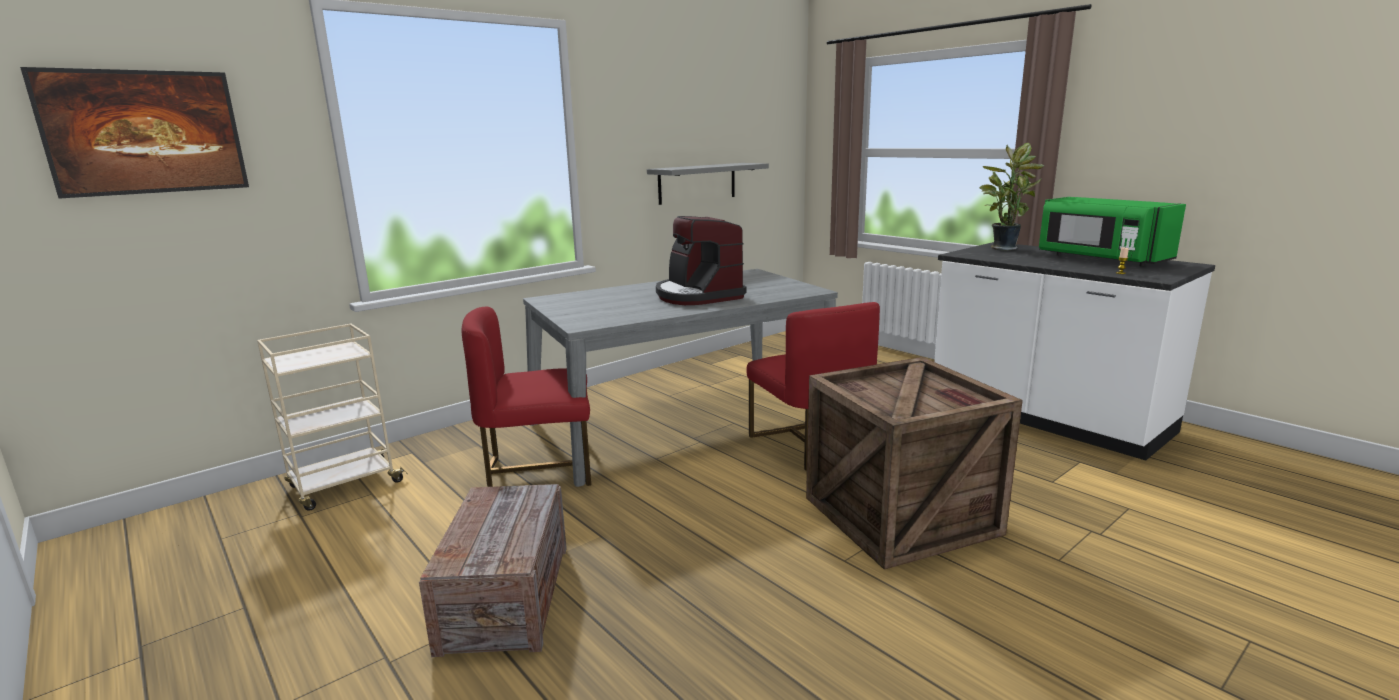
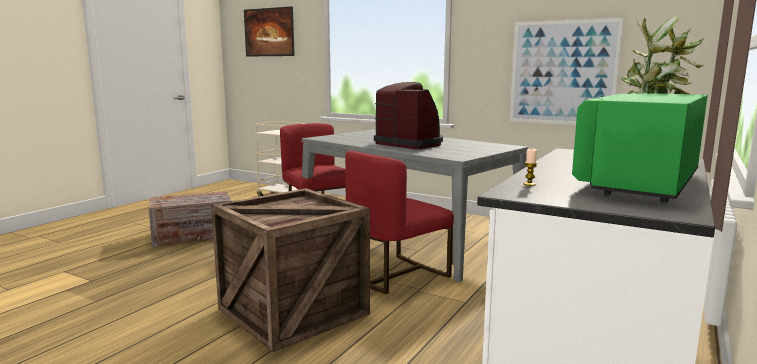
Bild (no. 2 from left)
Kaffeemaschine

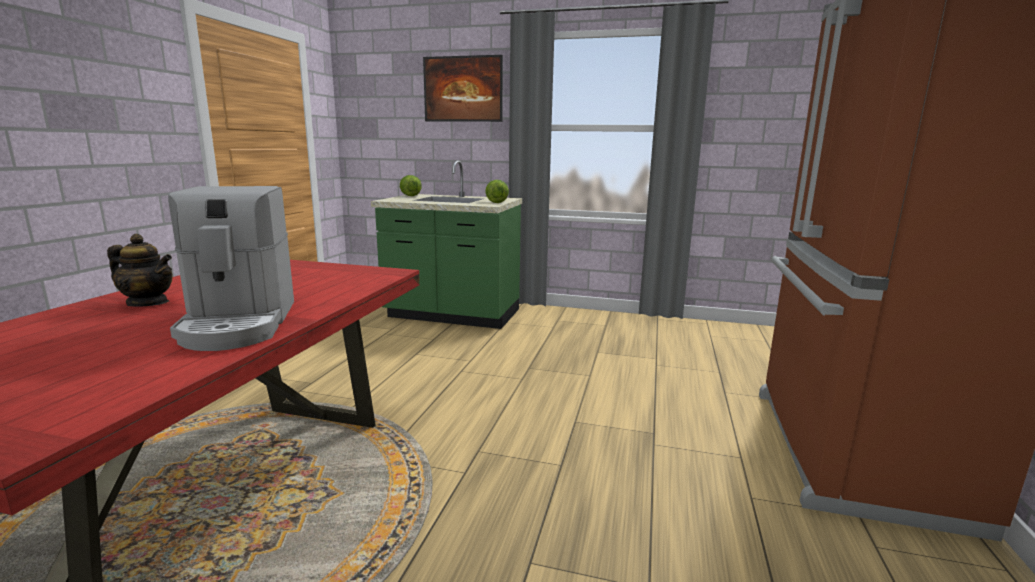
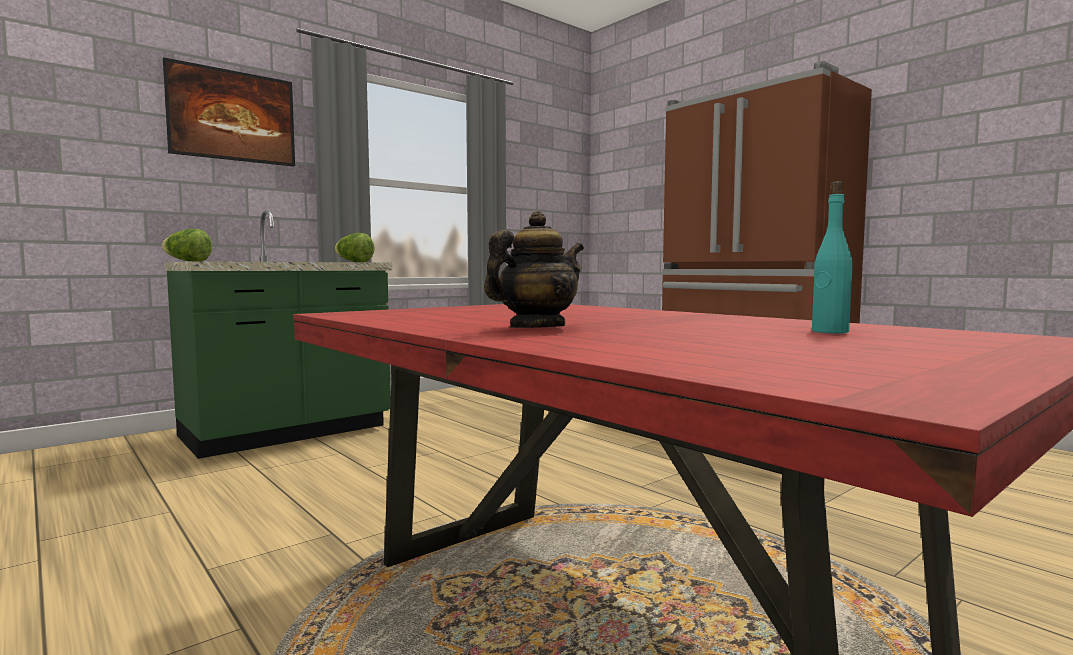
Kaffeemaschine
Flasche [türkis]

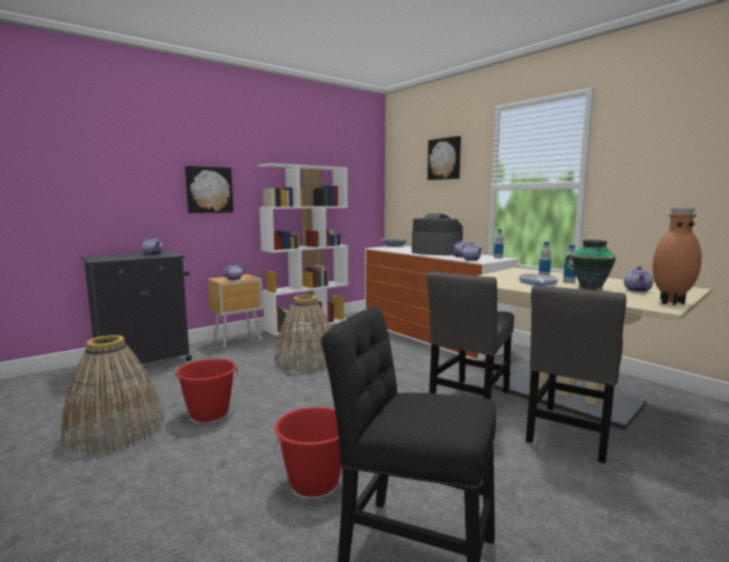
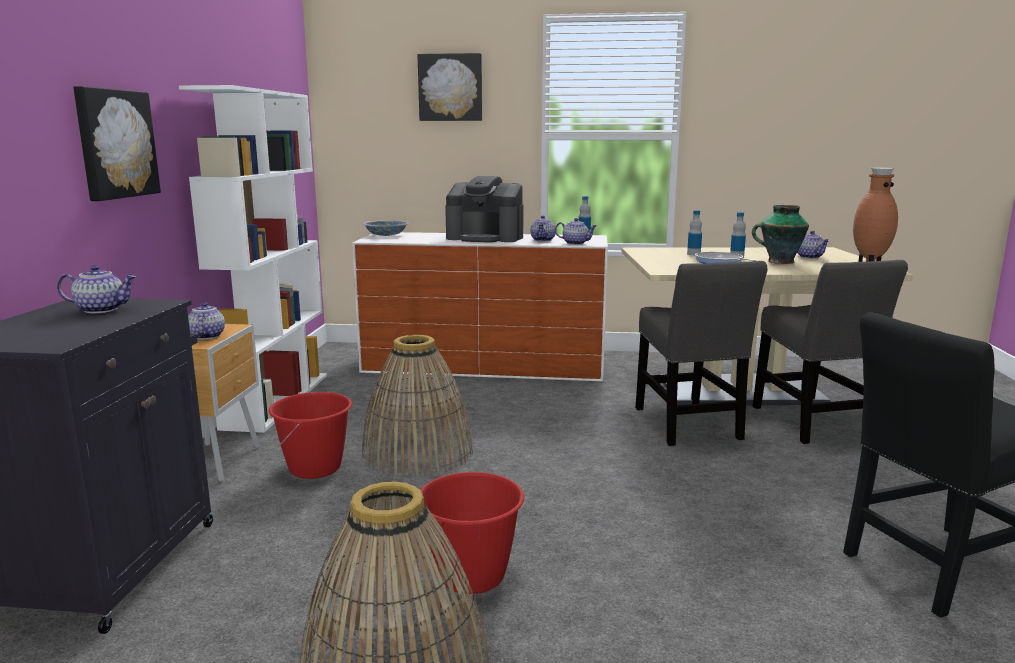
Eimer [rot] (no. 1 from left)
Kaffeemaschine

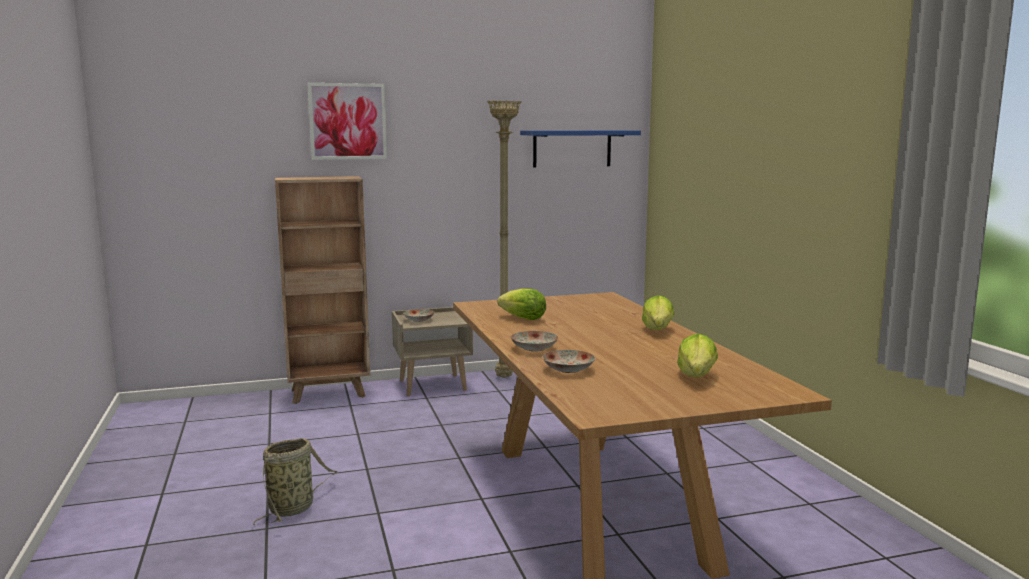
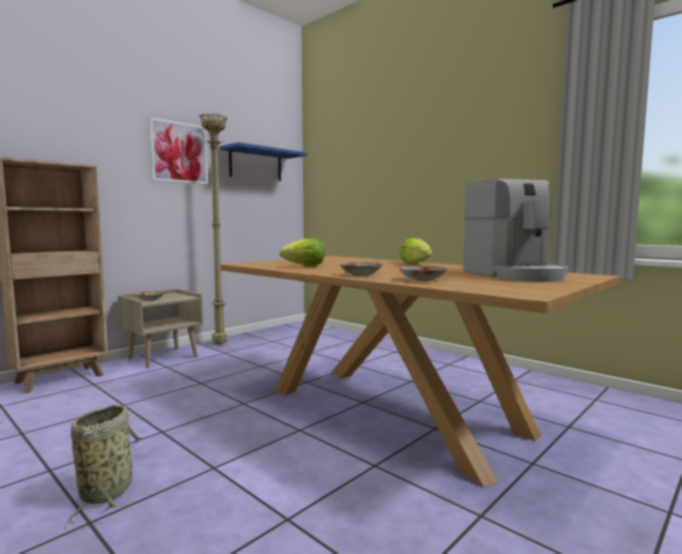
Bild
Kaffeemaschine

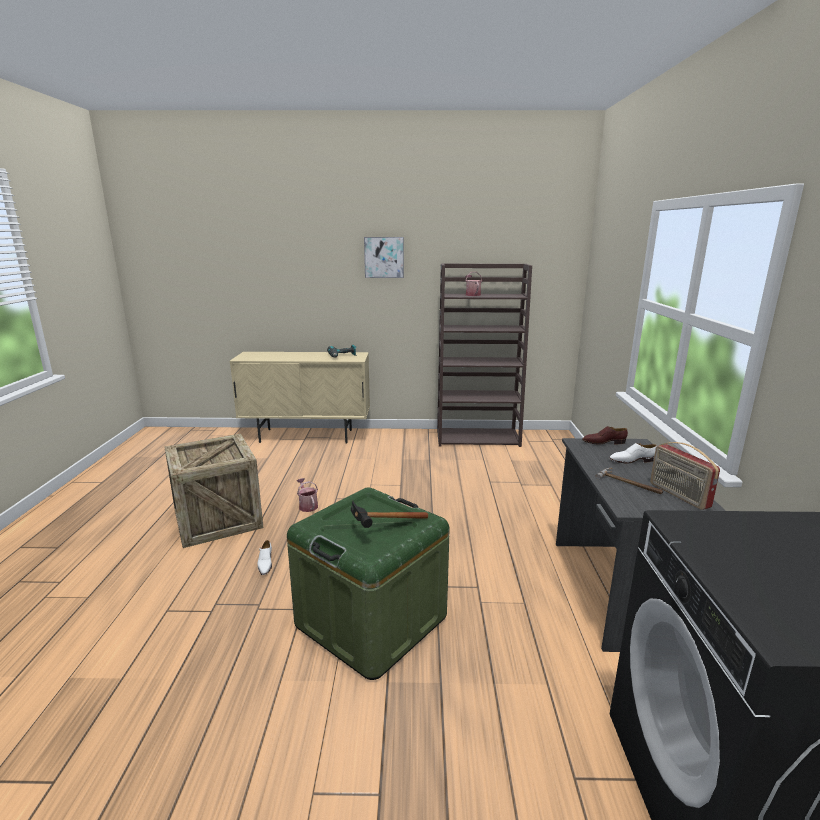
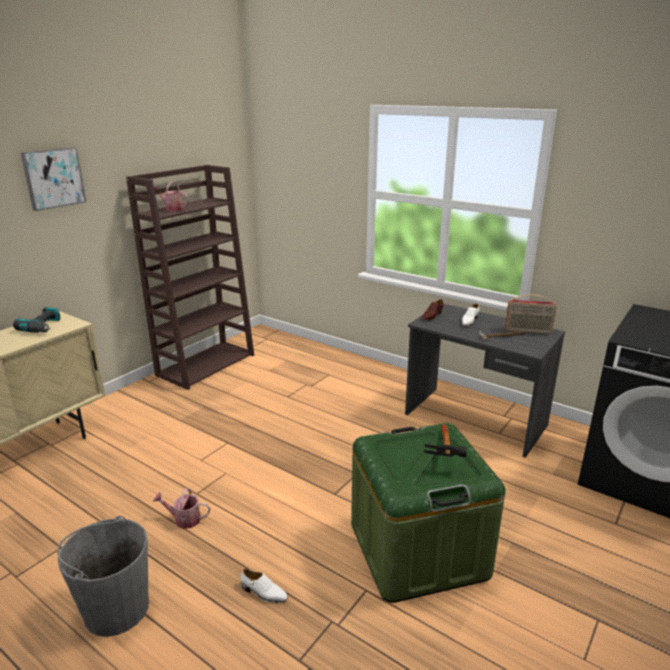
Eimer [grau]

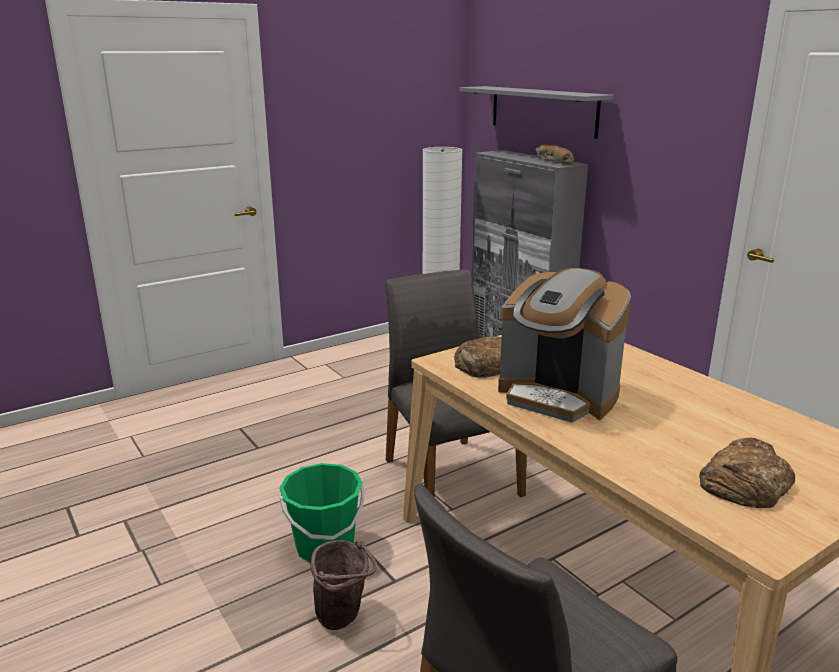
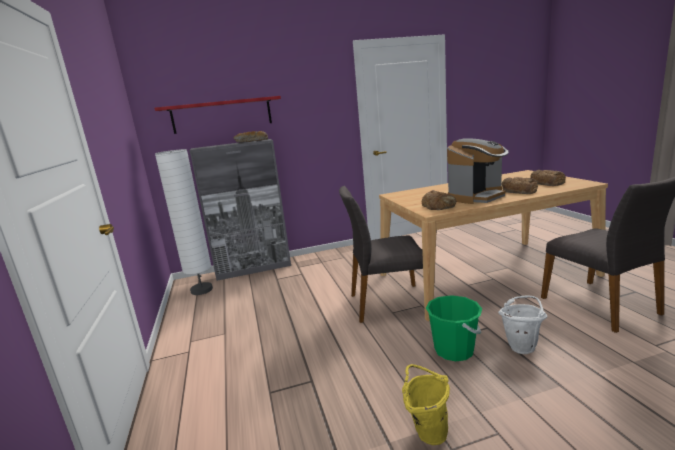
Eimer [weiß]
Wandregal [rot]
Eimer [gelb]
Brot (no. 3 from left)

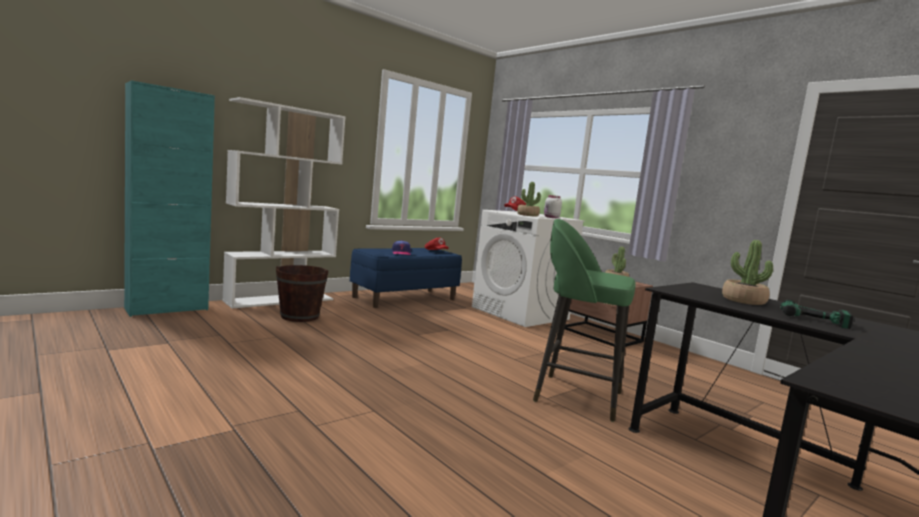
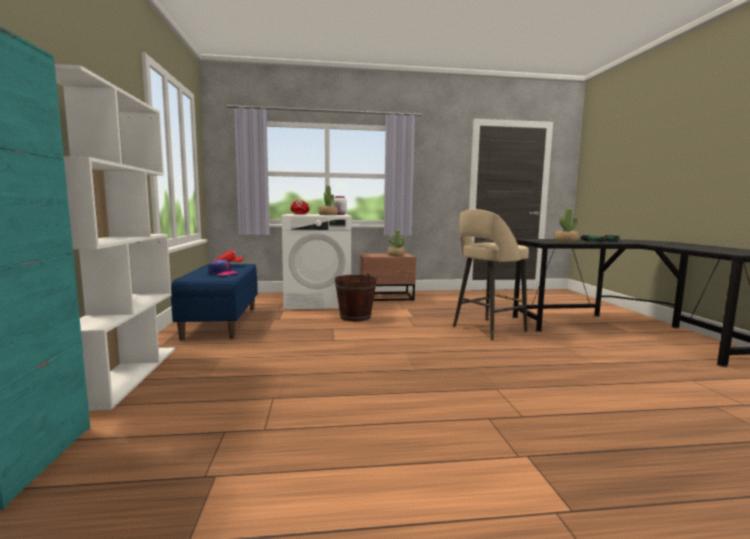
Eimer [braun]
Hocker [beige]

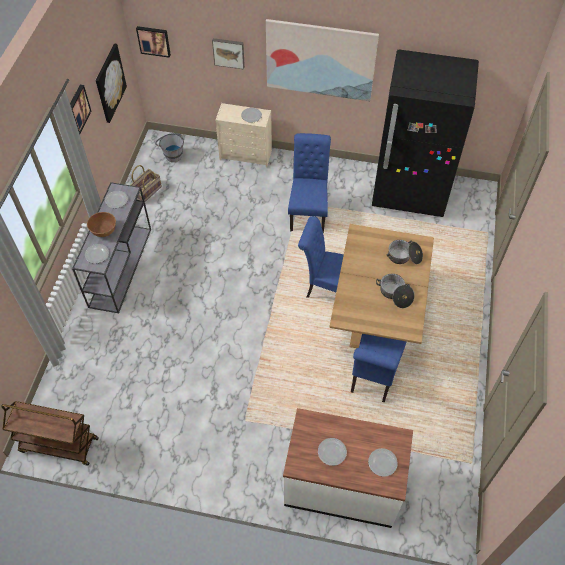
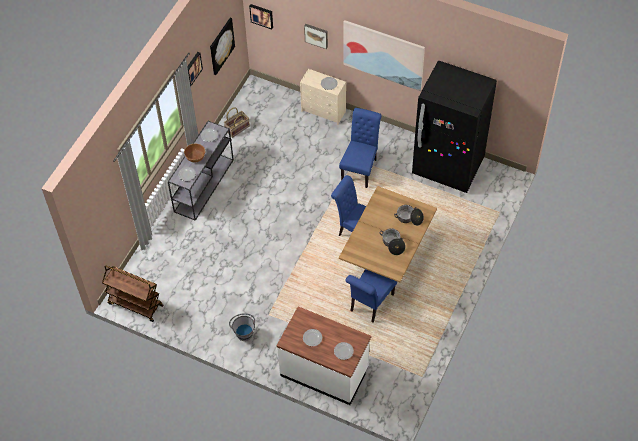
Eimer [grau]

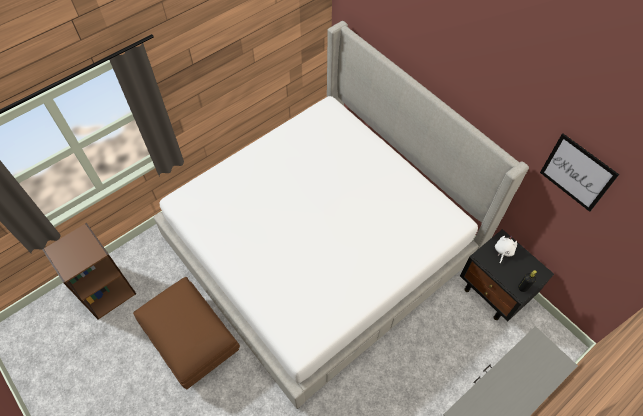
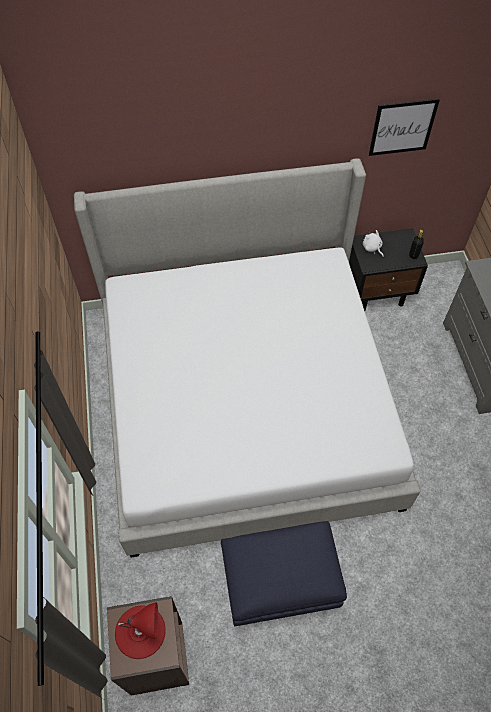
Polsterhocker [blau]
Tischlampe [rot]

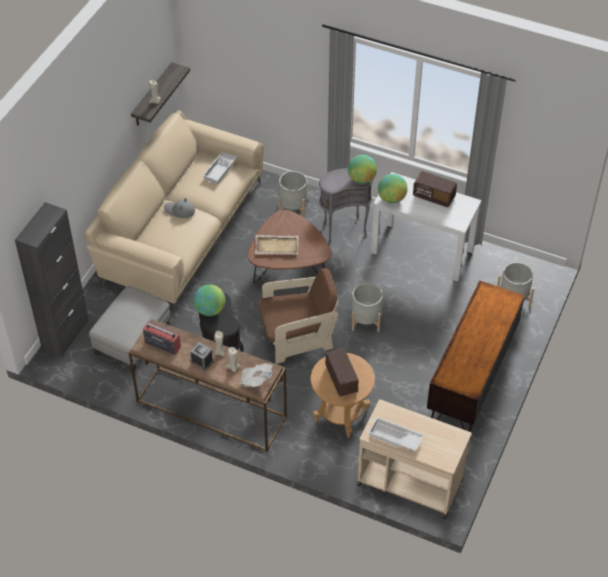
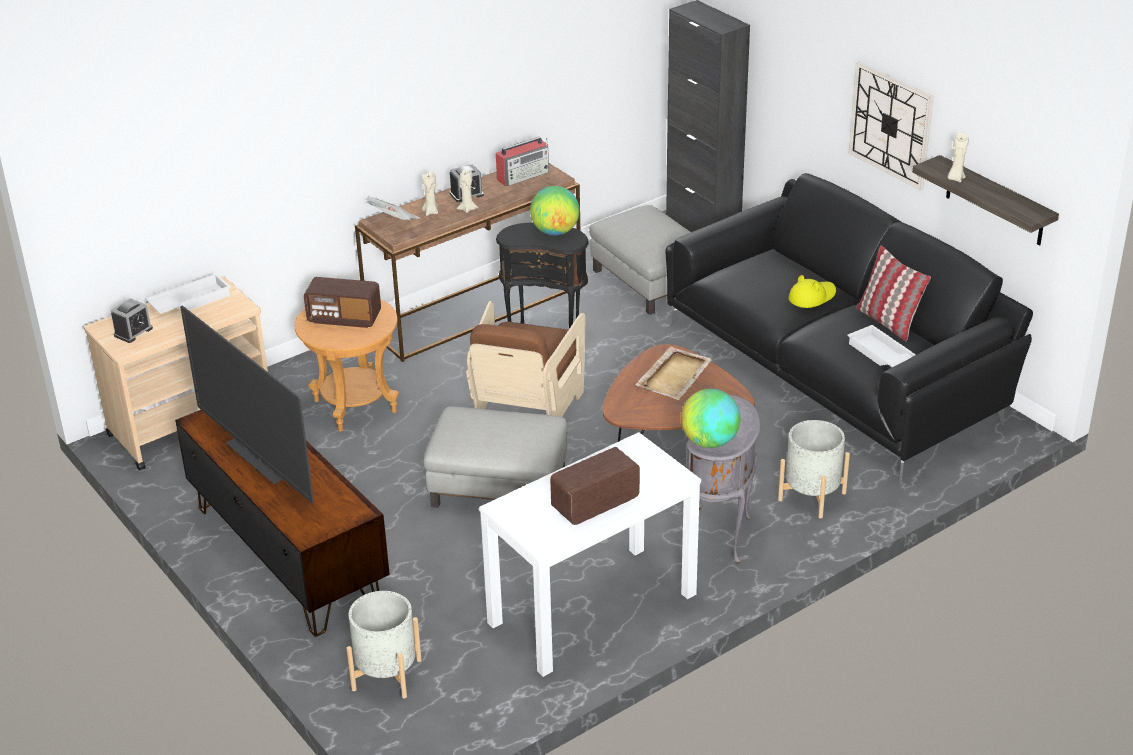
Sofa [schwarz]
Hut [gelb]
Polsterhocker [grau] (no. 1 from left)
Globus (no. 3 from left in the first image)
Wecker (no. 1 from left)
Fernseher
Wanduhr
Kissen

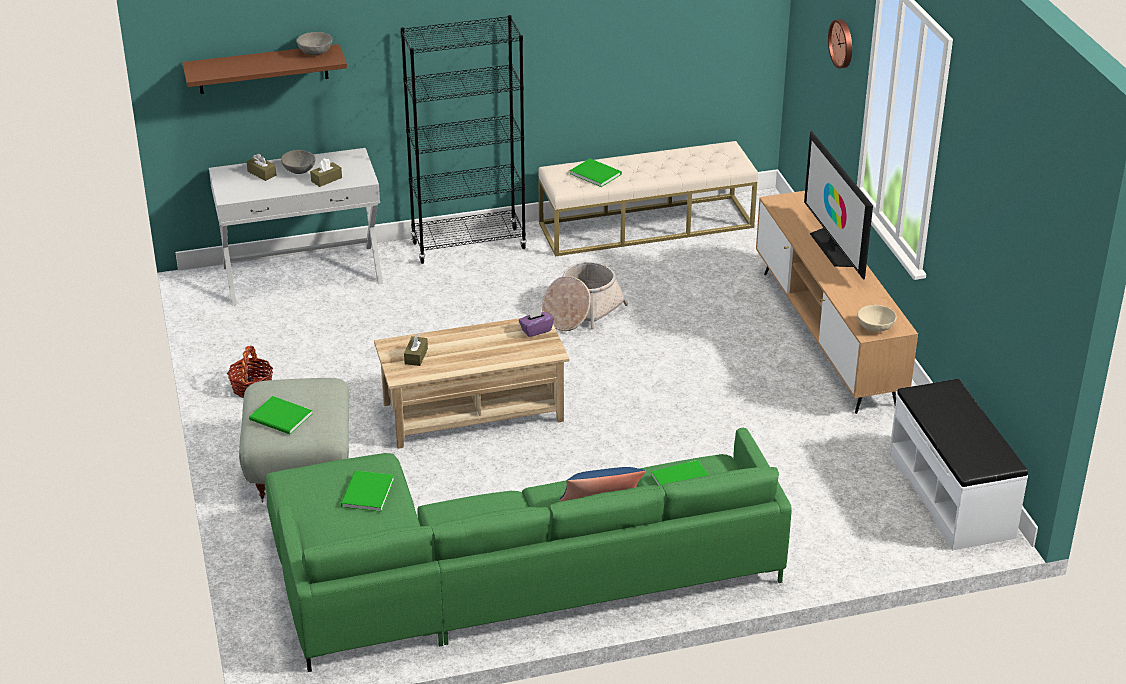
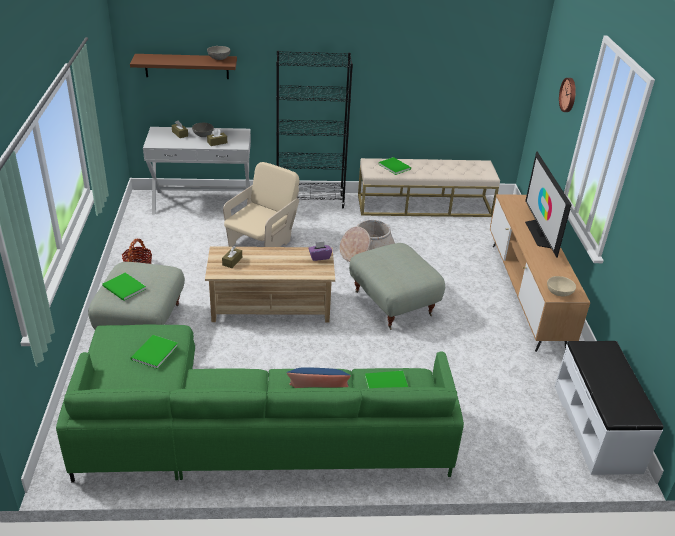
Sessel [beige]
Polsterhocker [grau] (no. 2 from left)

